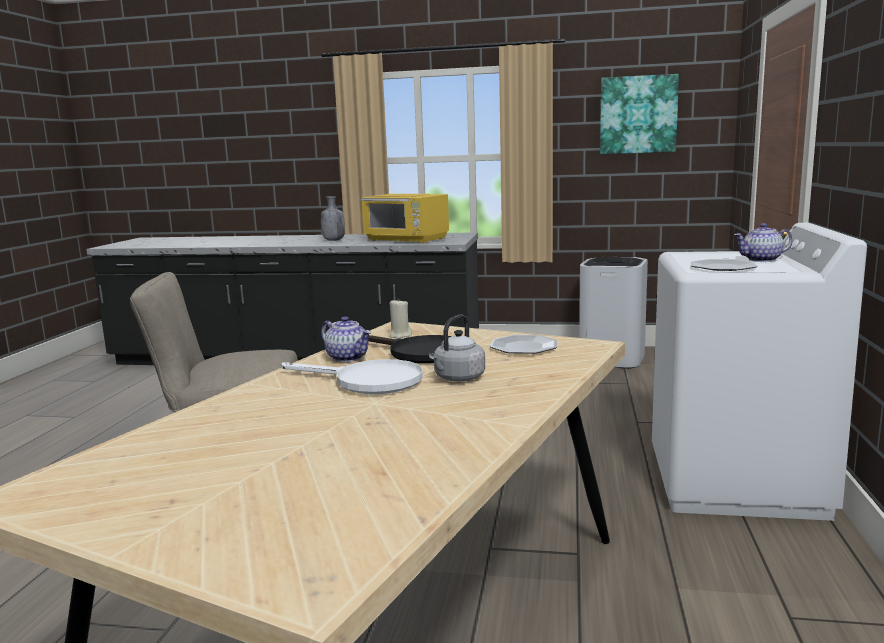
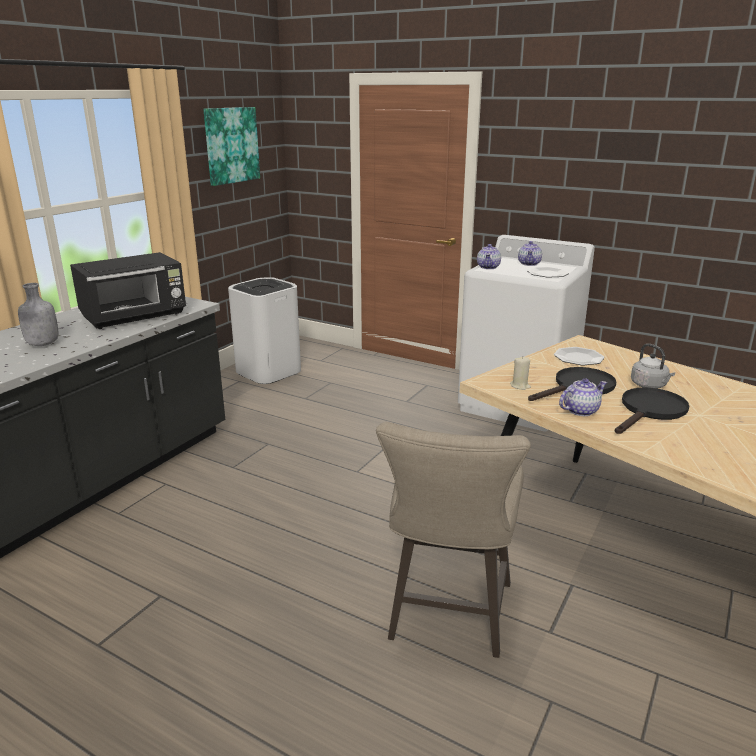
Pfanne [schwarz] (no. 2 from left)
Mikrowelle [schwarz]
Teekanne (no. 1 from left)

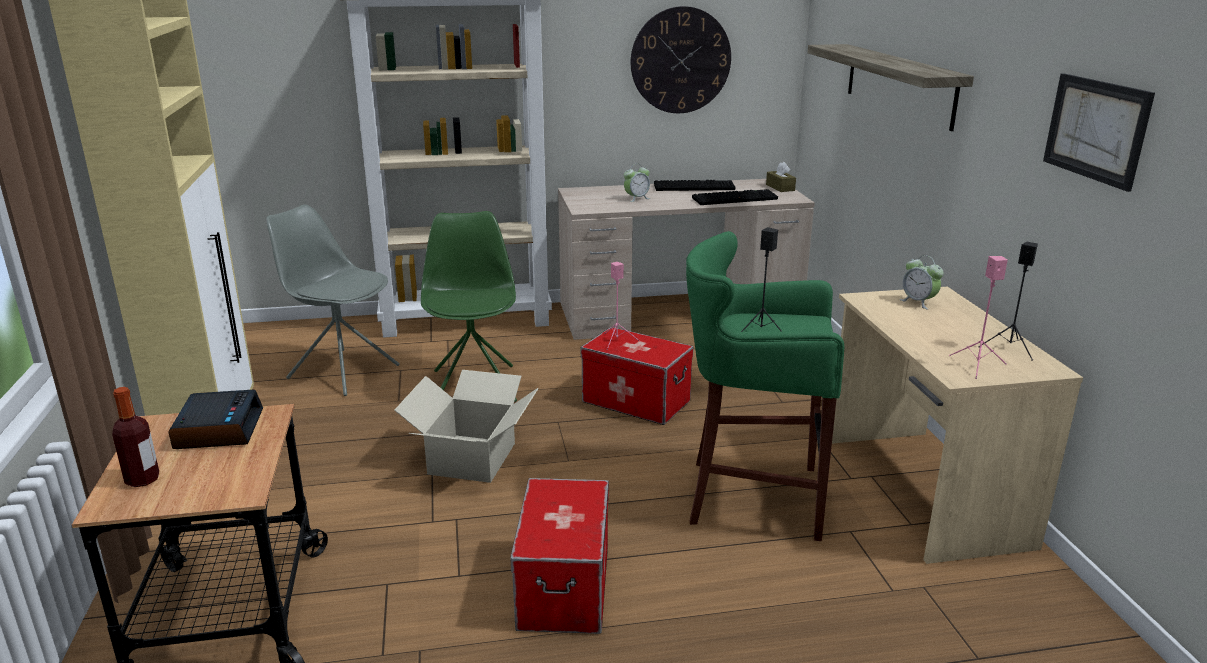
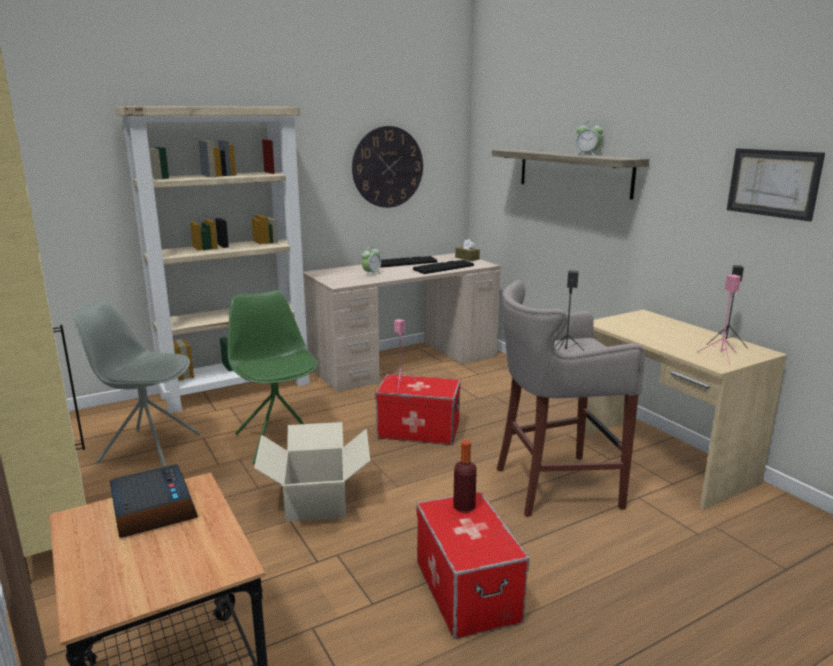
Flasche
Hocker [grau]
Wecker (no. 3 from left)

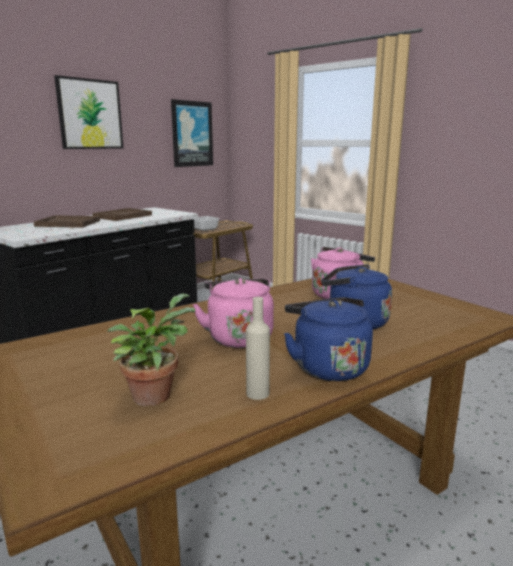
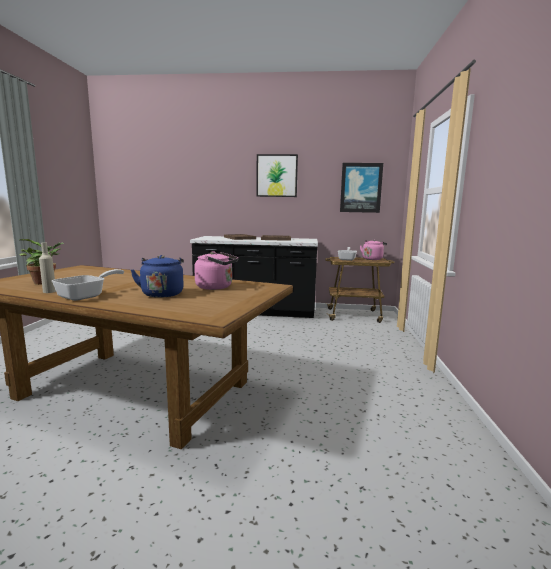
Wasserkessel [rosa] (no. 2 from left)
Pfanne (no. 1 from left)

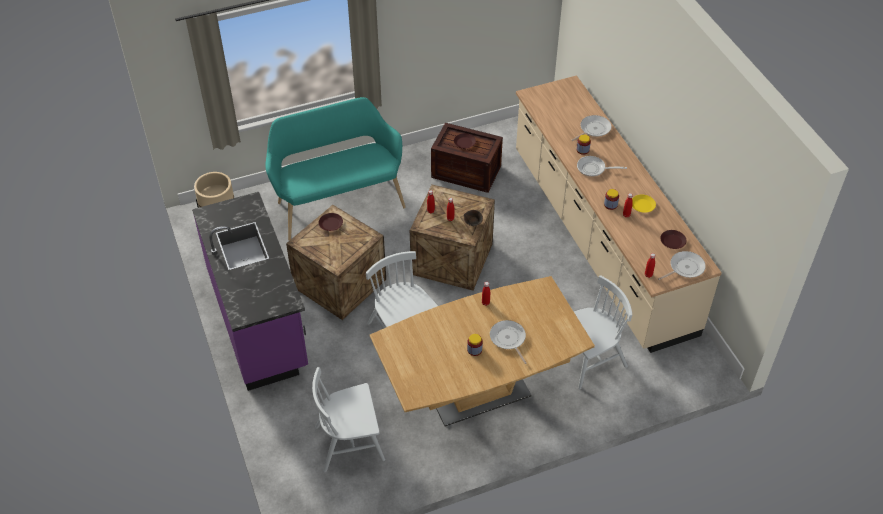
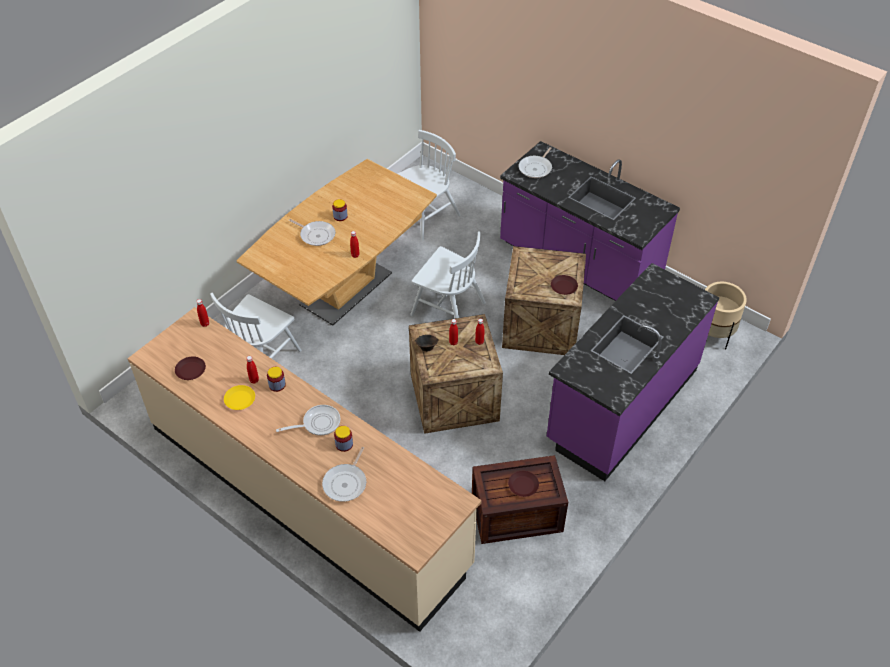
Küchenzeile [lila] (no. 2 from left)
Pfanne (no. 4 from left)

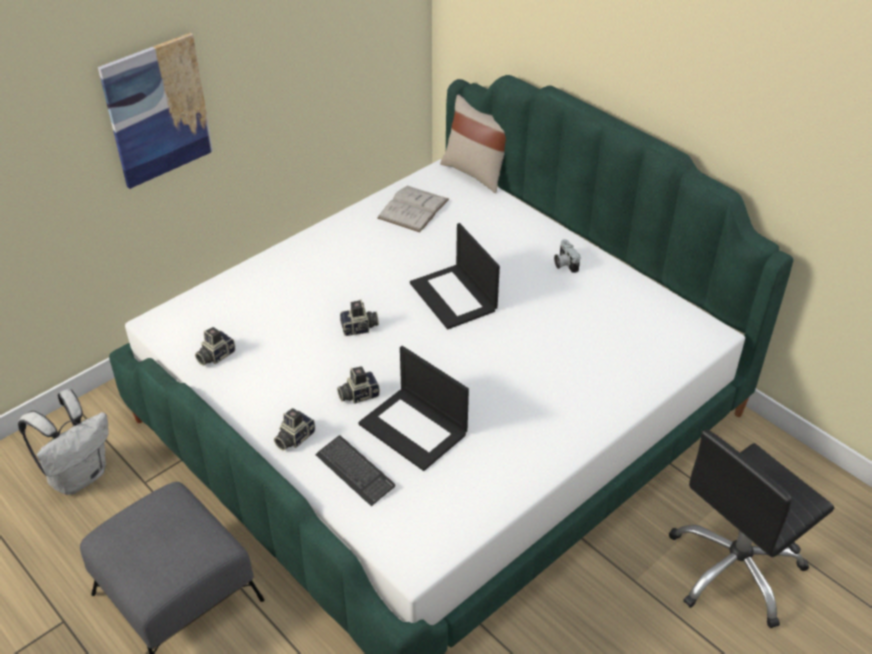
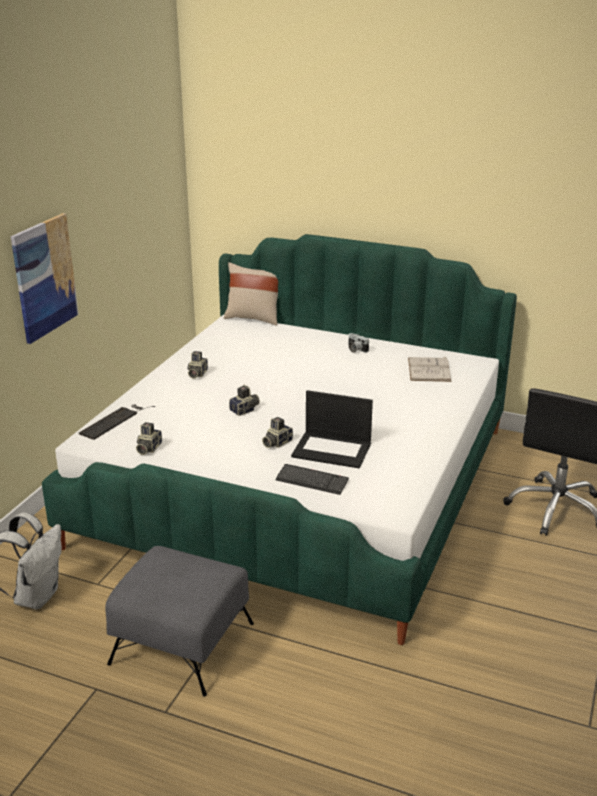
Kamera (no. 2 from left)
Buch [weiß]
Laptop (no. 2 from left in the first image)
Tastatur (no. 1 from left)

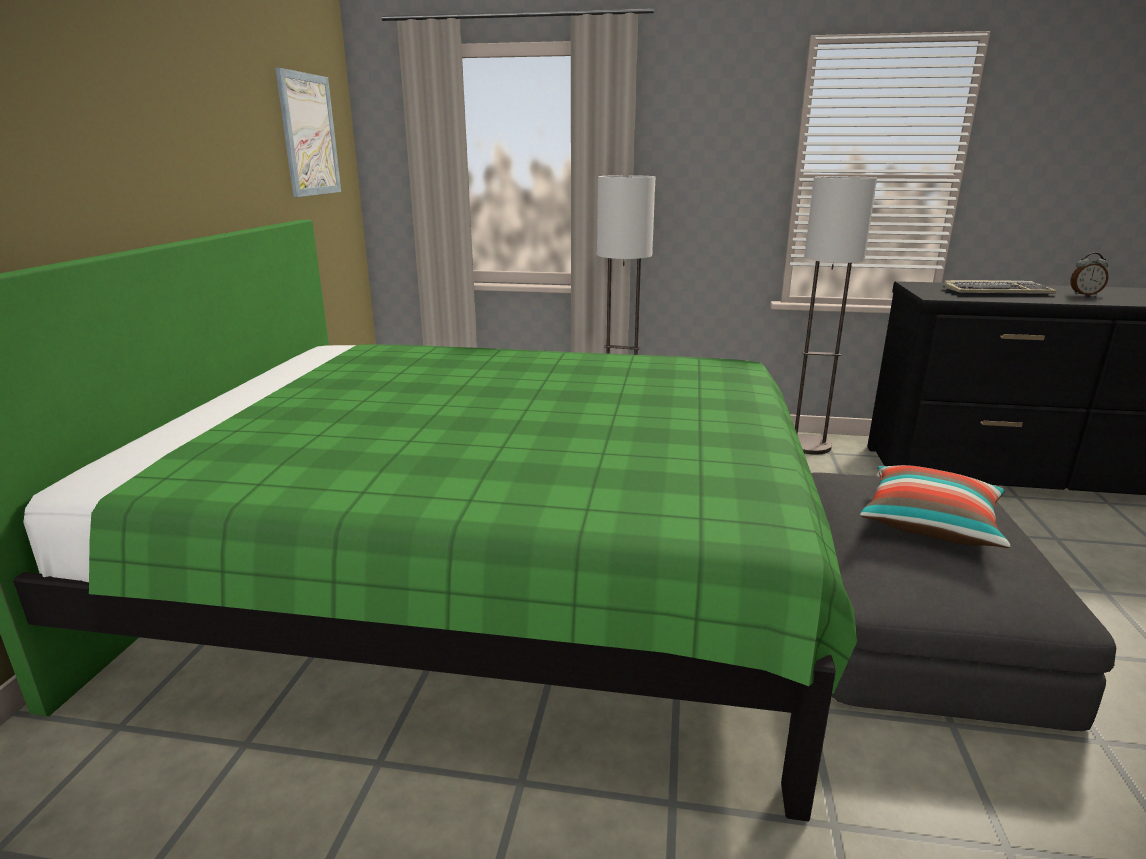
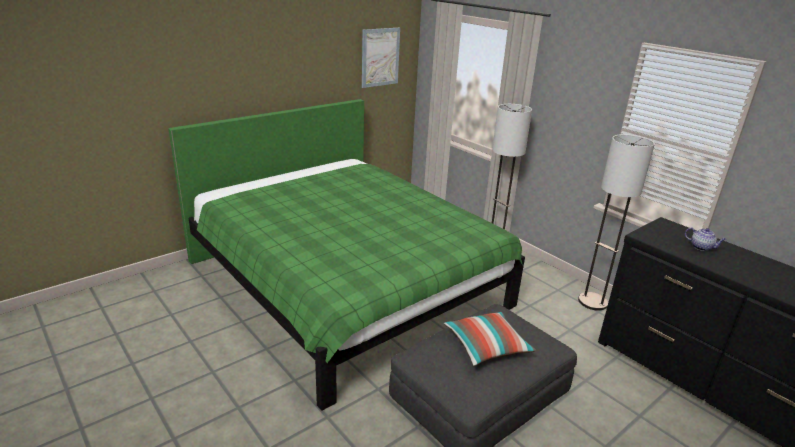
Teekanne
Wecker

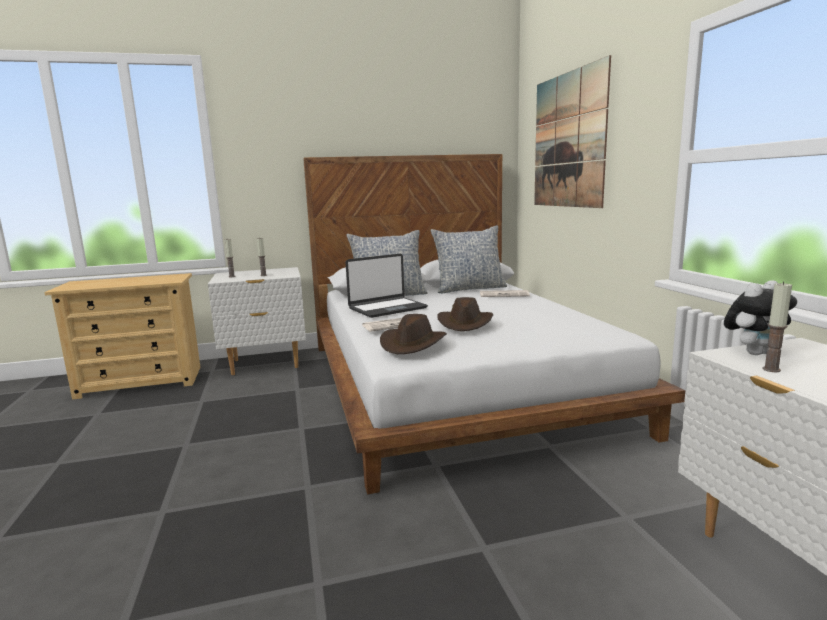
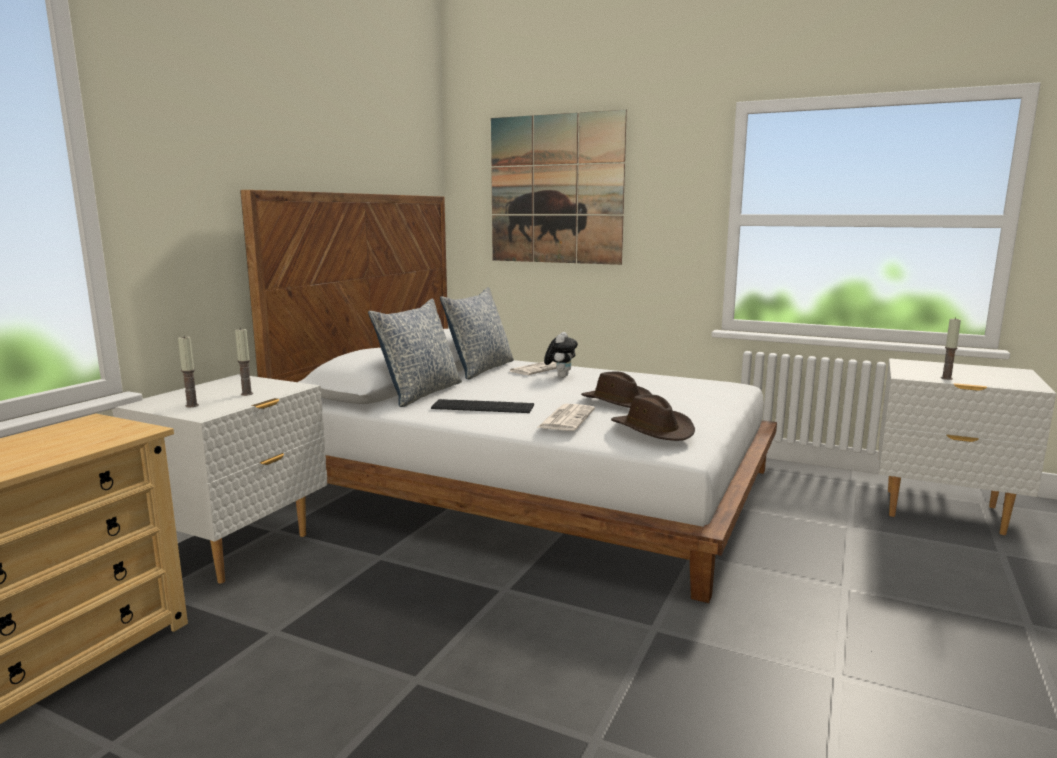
Tastatur
Plüschtier

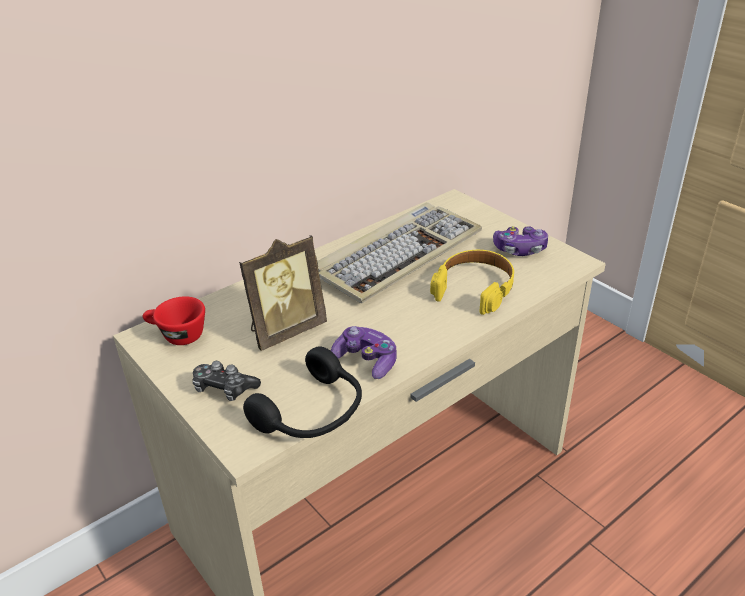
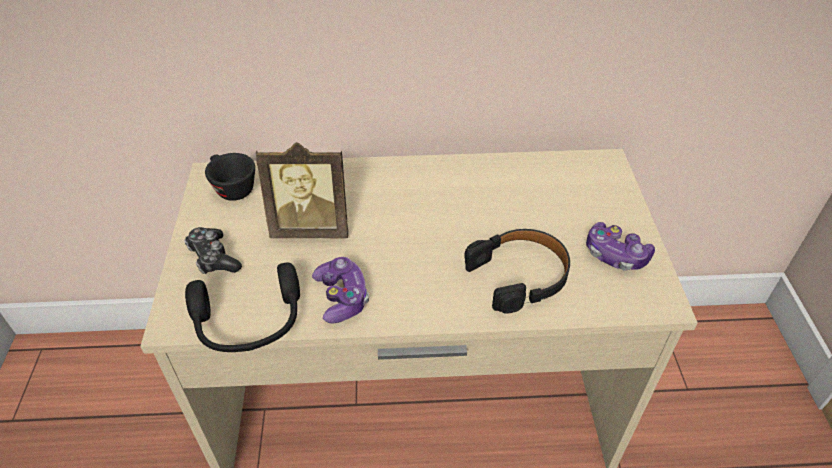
Tasse [schwarz]
Tastatur
Kopfhörer [schwarz] (no. 2 from left)

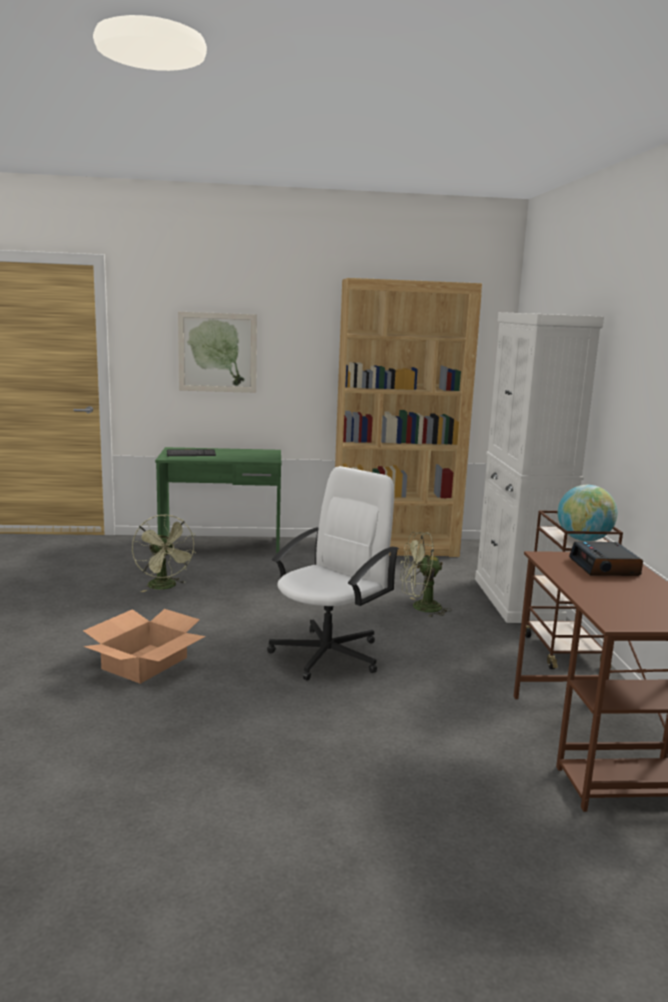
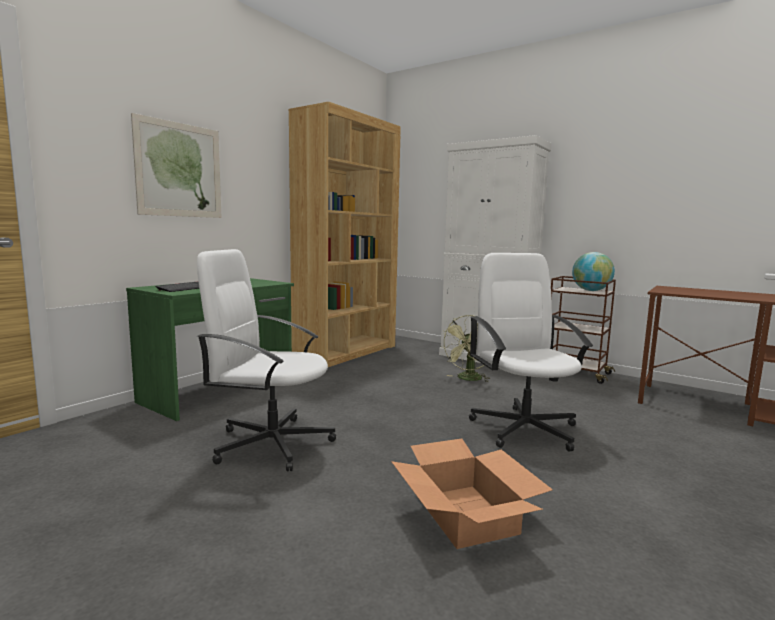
Bürostuhl [weiß] (no. 1 from left)
Wecker

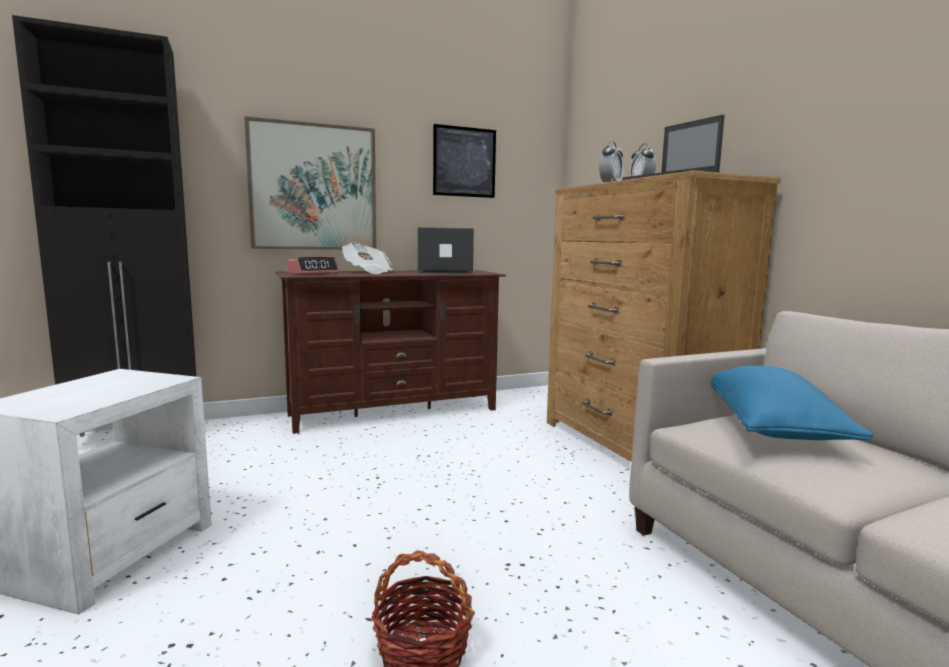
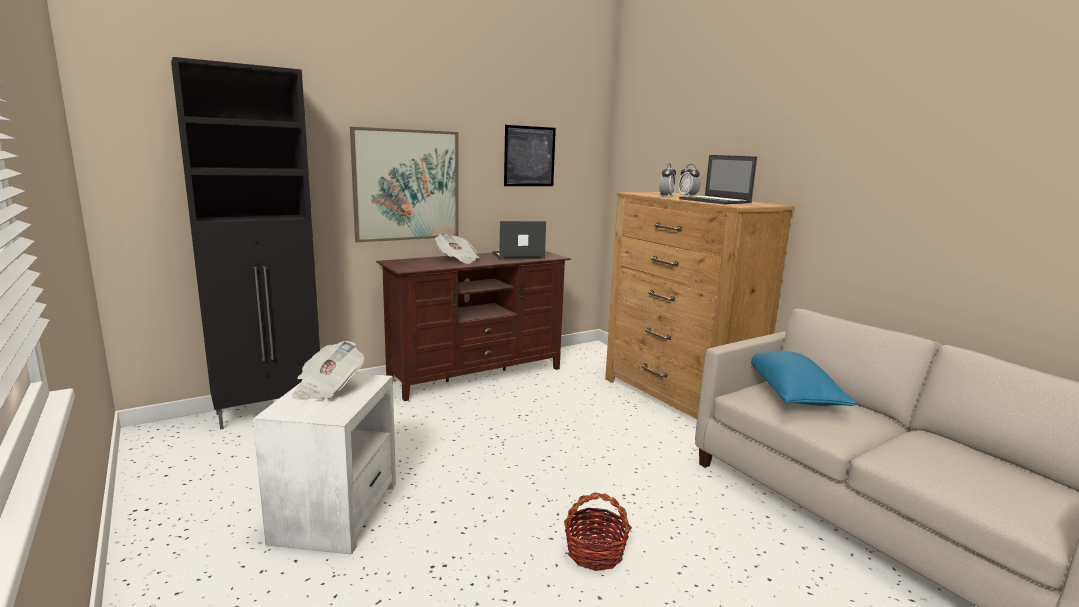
Wecker (no. 1 from left in the first image)
Zeitung (no. 1 from left)

